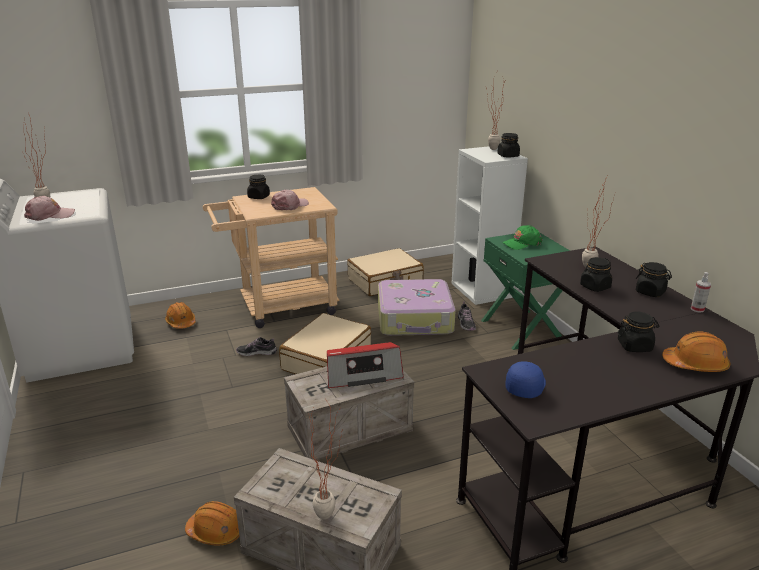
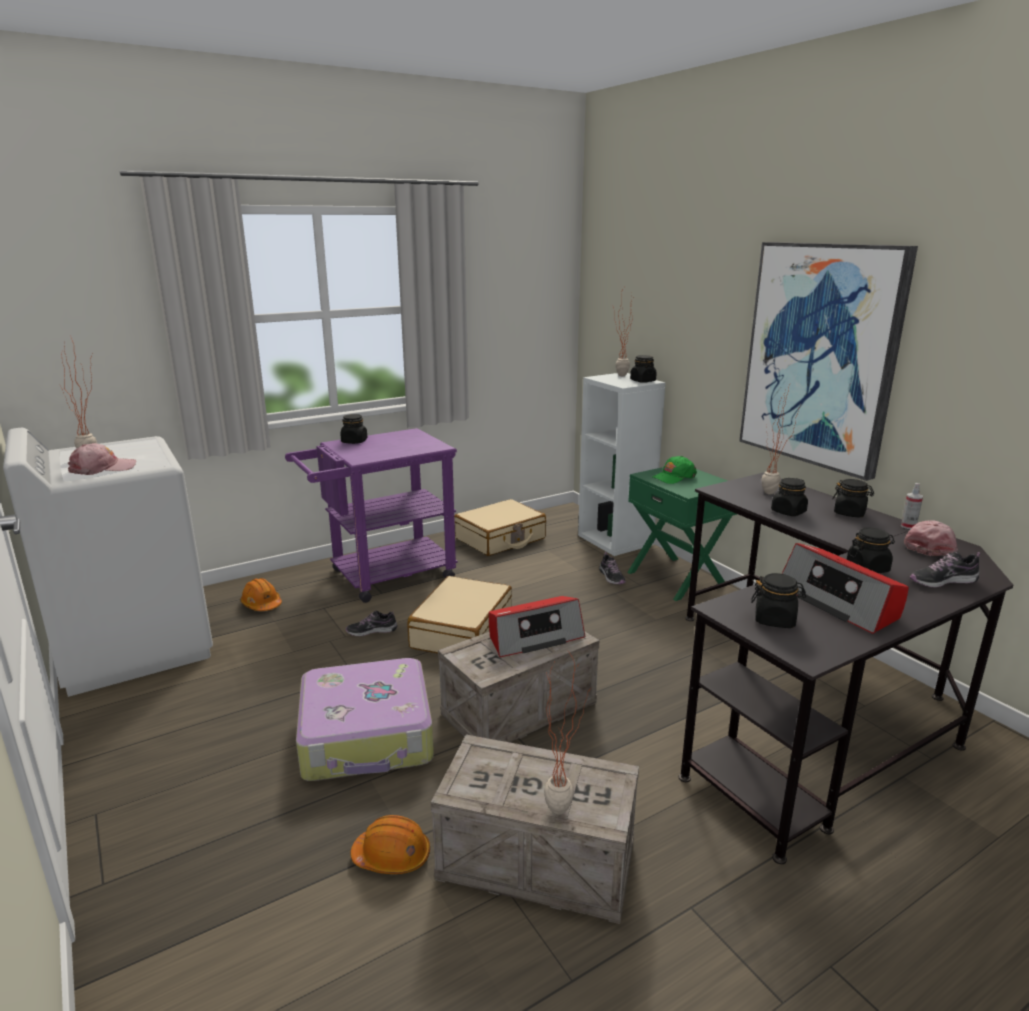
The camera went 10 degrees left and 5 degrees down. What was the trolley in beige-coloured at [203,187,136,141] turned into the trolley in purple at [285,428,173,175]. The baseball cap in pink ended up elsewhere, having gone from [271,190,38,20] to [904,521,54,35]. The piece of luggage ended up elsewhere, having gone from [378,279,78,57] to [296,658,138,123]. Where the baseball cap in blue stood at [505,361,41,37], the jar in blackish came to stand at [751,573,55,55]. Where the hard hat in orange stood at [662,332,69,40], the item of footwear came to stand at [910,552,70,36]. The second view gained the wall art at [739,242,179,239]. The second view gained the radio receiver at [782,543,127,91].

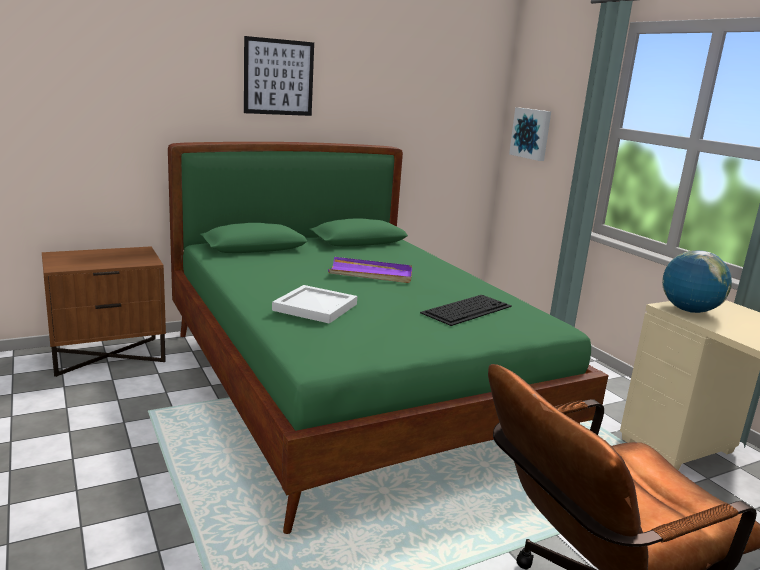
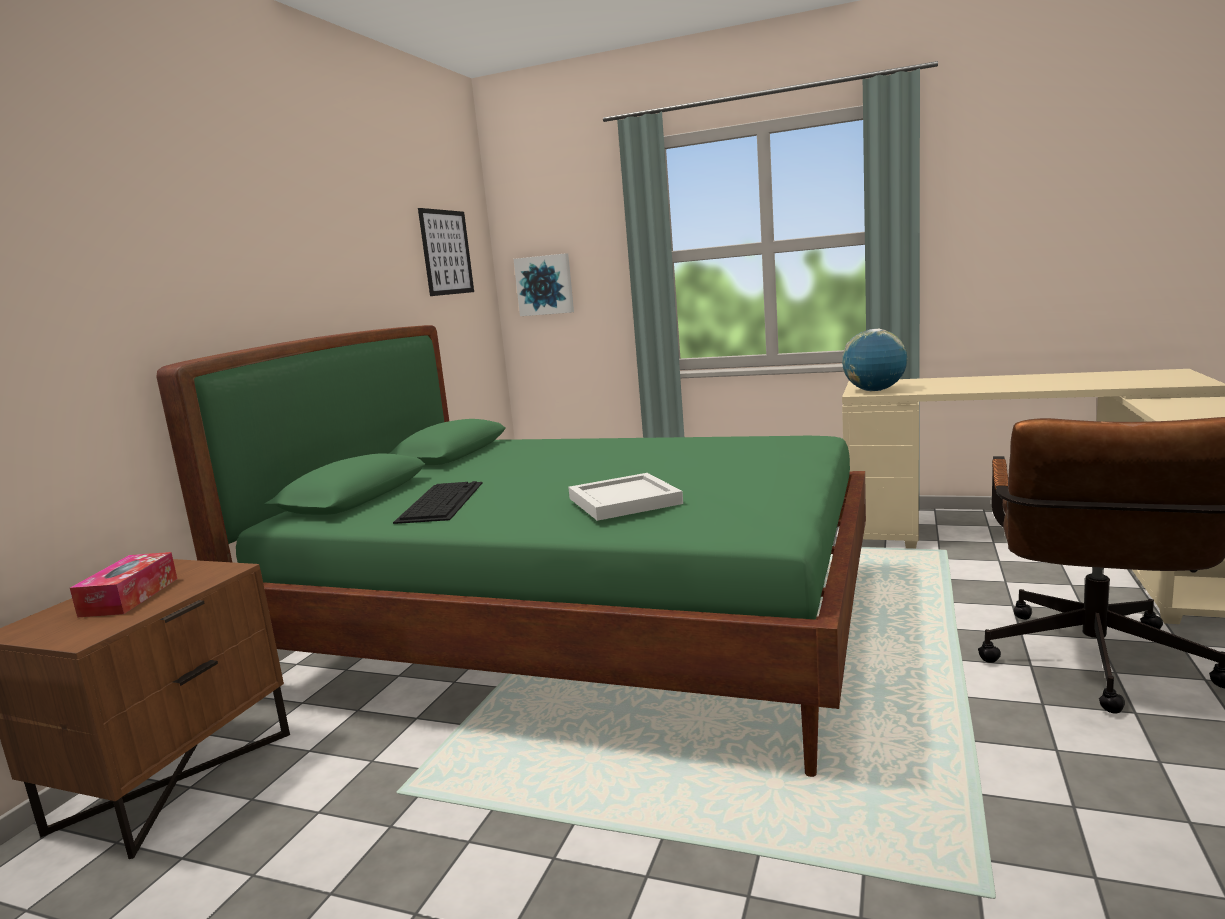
The camera went 40 degrees left and 5 degrees down. The wall art ended up elsewhere, having gone from [244,36,70,80] to [418,208,56,88]. The second view lost the tray in purple at [328,257,84,26]. The keyboard ended up elsewhere, having gone from [420,295,92,31] to [393,481,90,43]. The second view gained the tissue holder at [70,552,107,65].

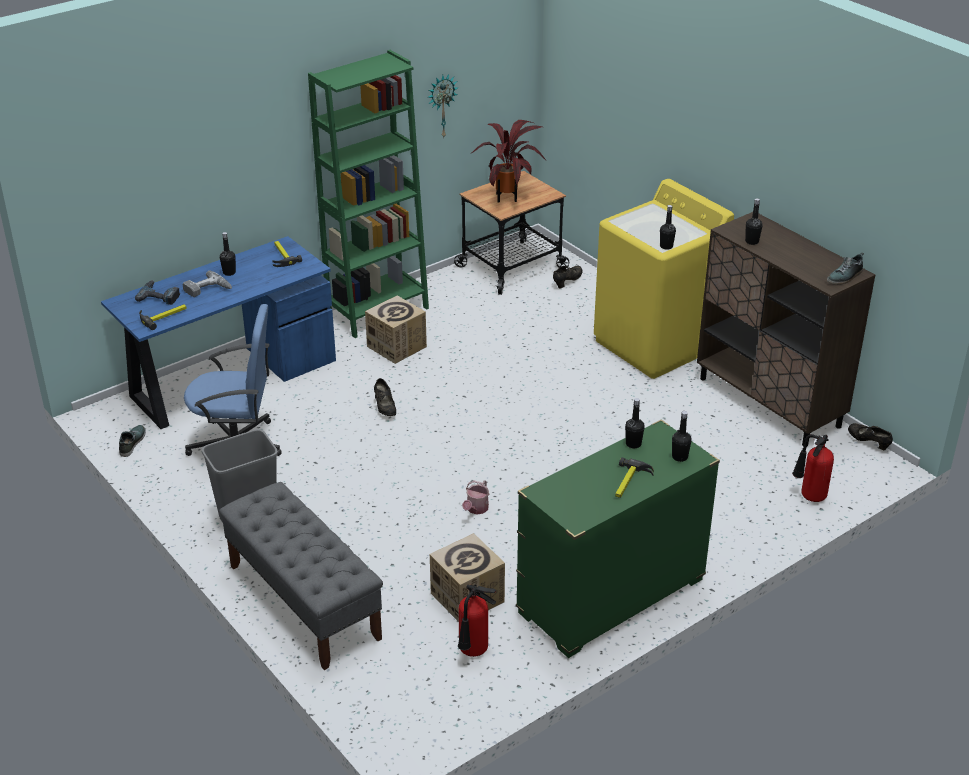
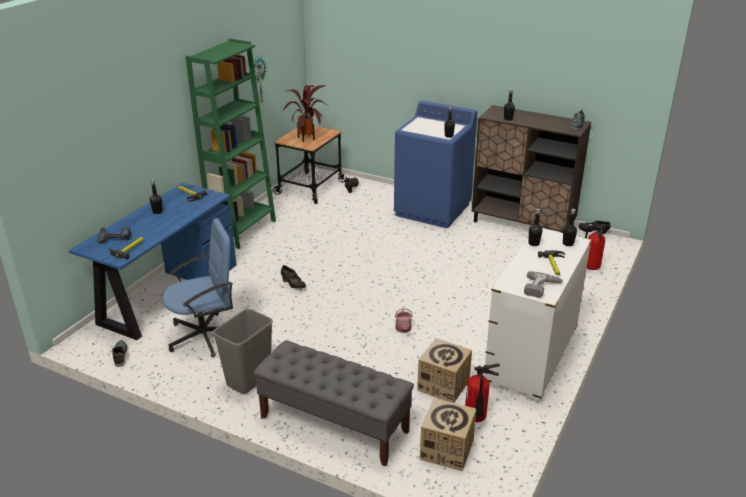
The camera went 25 degrees left and 5 degrees down. The drill ended up elsewhere, having gone from [183,270,49,27] to [524,271,39,27]. The carton ended up elsewhere, having gone from [365,295,62,69] to [420,398,56,73]. What was the chest of drawers in green at [516,419,204,239] turned into the chest of drawers in white-coloured at [484,228,108,174]. What was the washing machine in yellow at [594,179,140,200] turned into the washing machine in blue at [394,101,83,127].

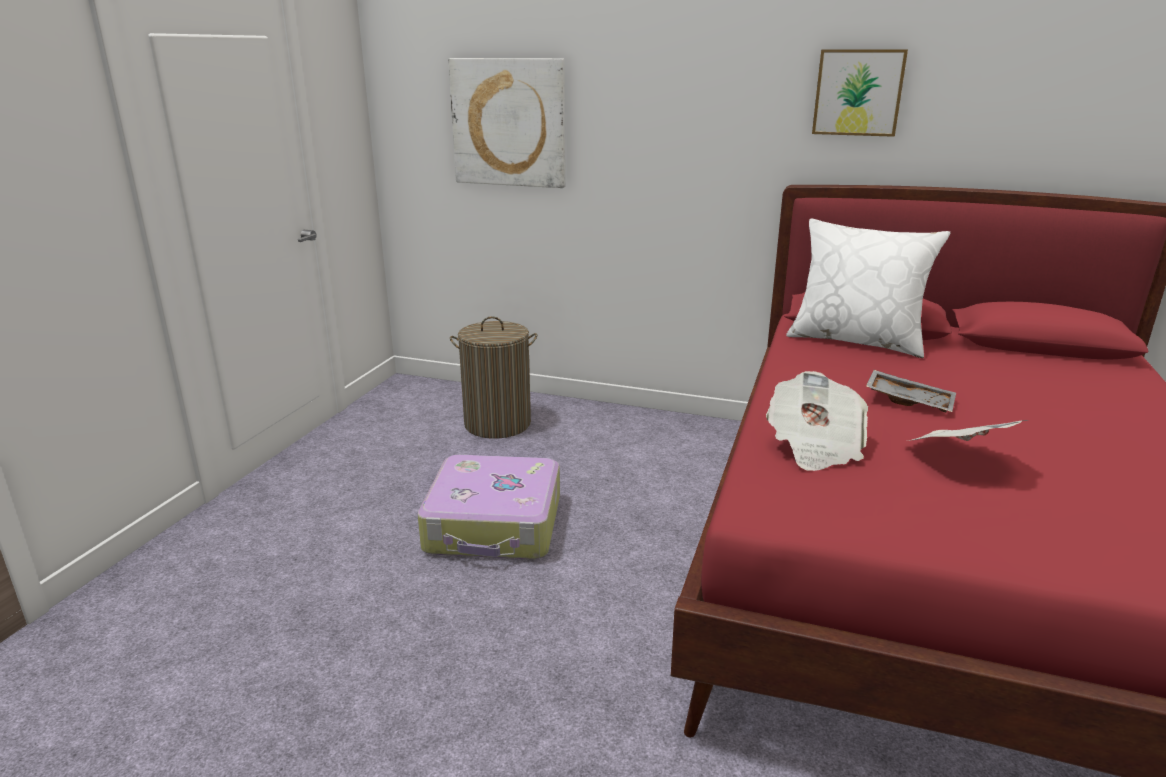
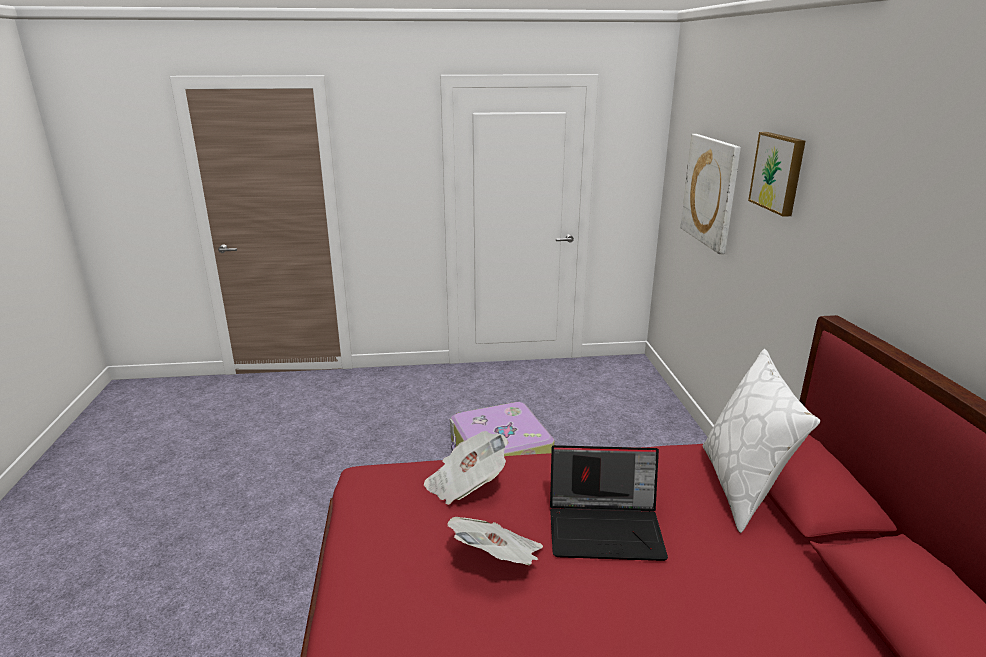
The camera went 65 degrees right and 0 degrees up. The second view lost the washing basket at [450,316,87,123]. The wall art ended up elsewhere, having gone from [812,49,96,88] to [748,132,57,85]. Where the tray in gray stood at [866,370,90,42], the laptop came to stand at [550,445,118,116].

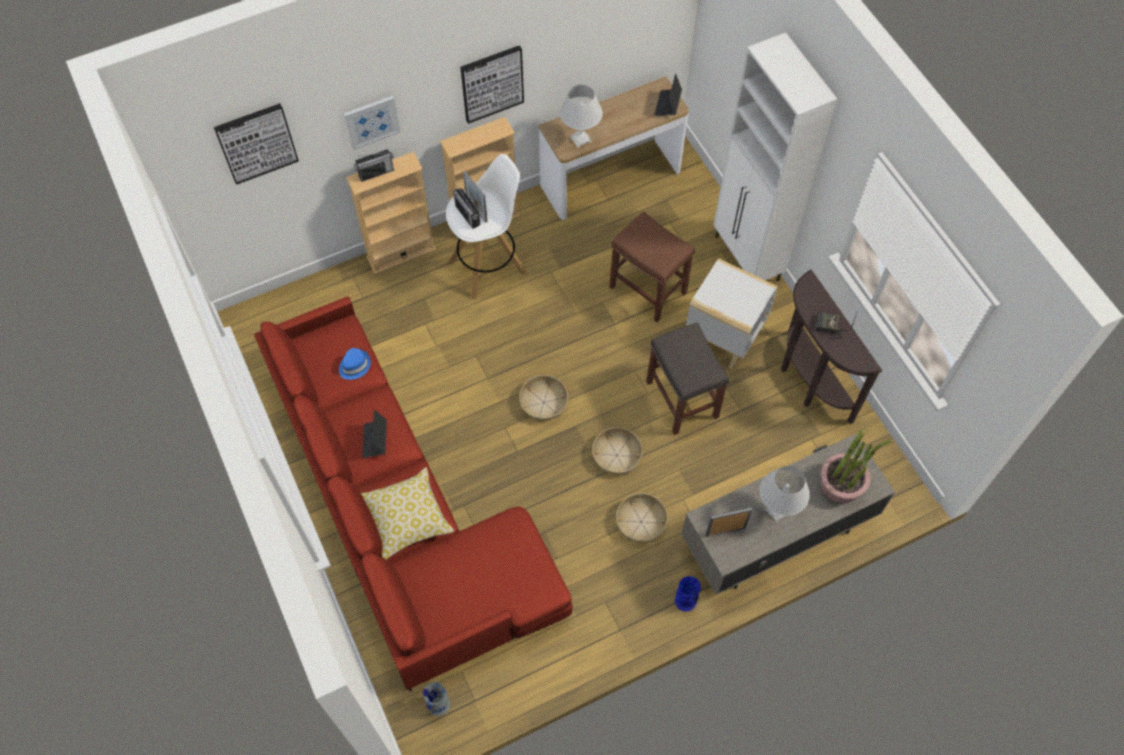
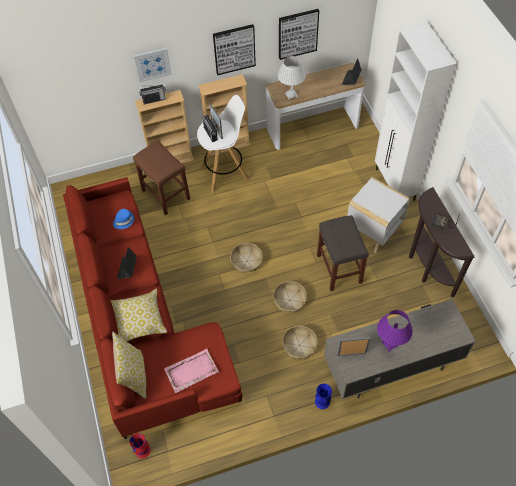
The camera went 10 degrees right and 5 degrees down. The wall art ended up elsewhere, having gone from [214,103,85,82] to [279,9,40,51]. What was the flower vase in gray at [423,682,27,34] turned into the flower vase in red-coloured at [129,433,22,25]. The stool in brownish ended up elsewhere, having gone from [610,211,85,111] to [133,141,57,74]. What was the table lamp in white-coloured at [759,466,51,56] turned into the table lamp in purple at [377,310,36,42]. The second view lost the potted plant at [821,430,71,73]. The second view gained the cushion at [112,332,34,67]. The second view gained the tray in pink at [164,348,55,45].

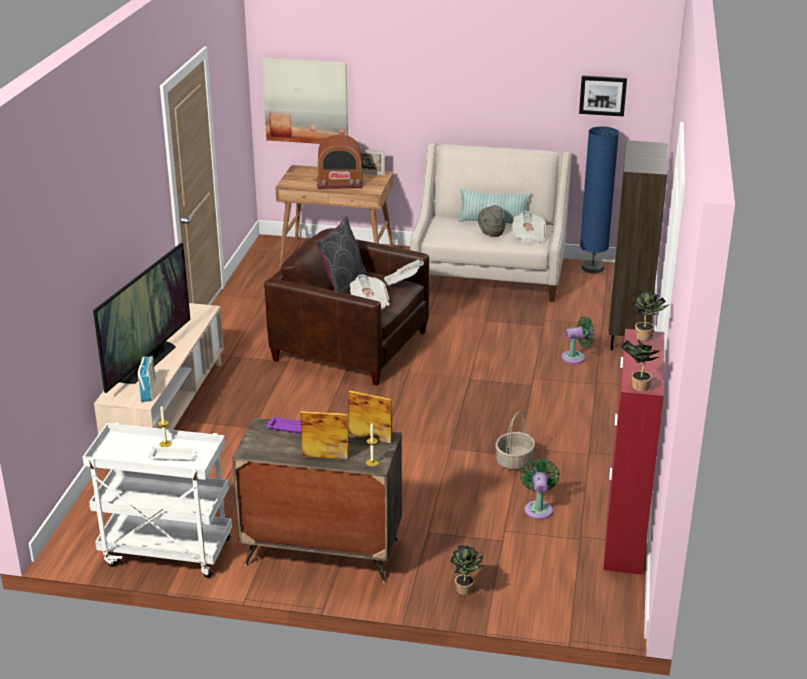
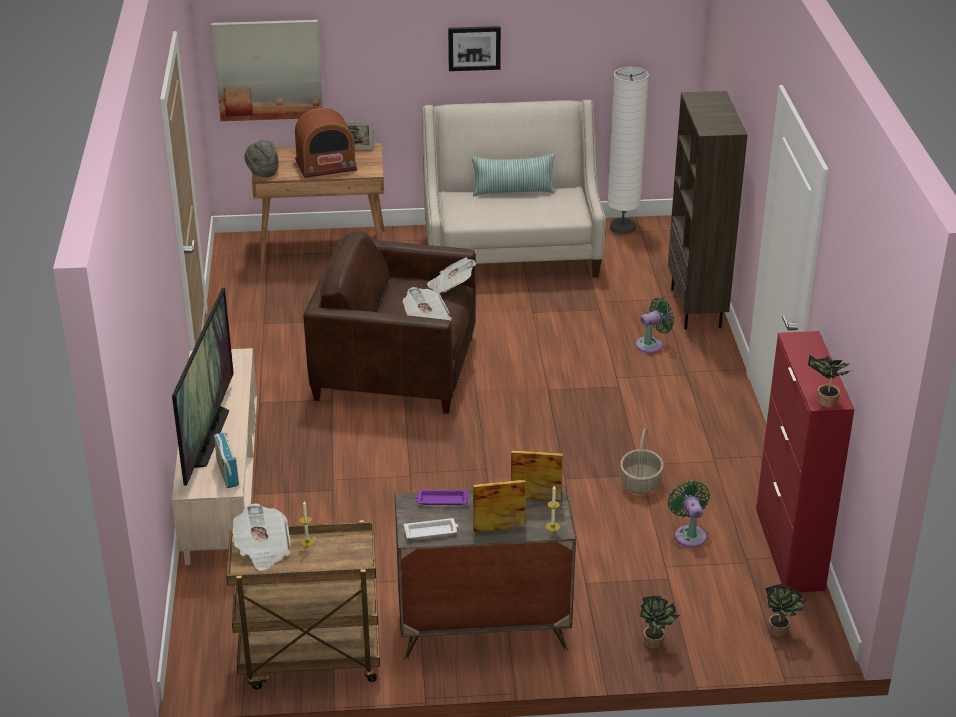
The camera went 15 degrees left and 5 degrees up. What was the trolley in white-coloured at [83,423,149,155] turned into the trolley in brownish at [226,520,154,169]. The tray in white-coloured ended up elsewhere, having gone from [148,446,49,15] to [404,518,54,21]. The second view lost the cushion in gray at [315,216,53,78]. The clothing hat in gray ended up elsewhere, having gone from [478,205,28,32] to [244,140,35,37]. The newspaper ended up elsewhere, having gone from [511,211,35,35] to [232,503,59,68]. The wall art ended up elsewhere, having gone from [579,75,48,41] to [448,26,53,45]. What was the standing lamp in blue at [580,126,39,147] turned into the standing lamp in white-coloured at [607,67,42,167]. The potted plant ended up elsewhere, having gone from [633,291,37,50] to [765,584,43,53].

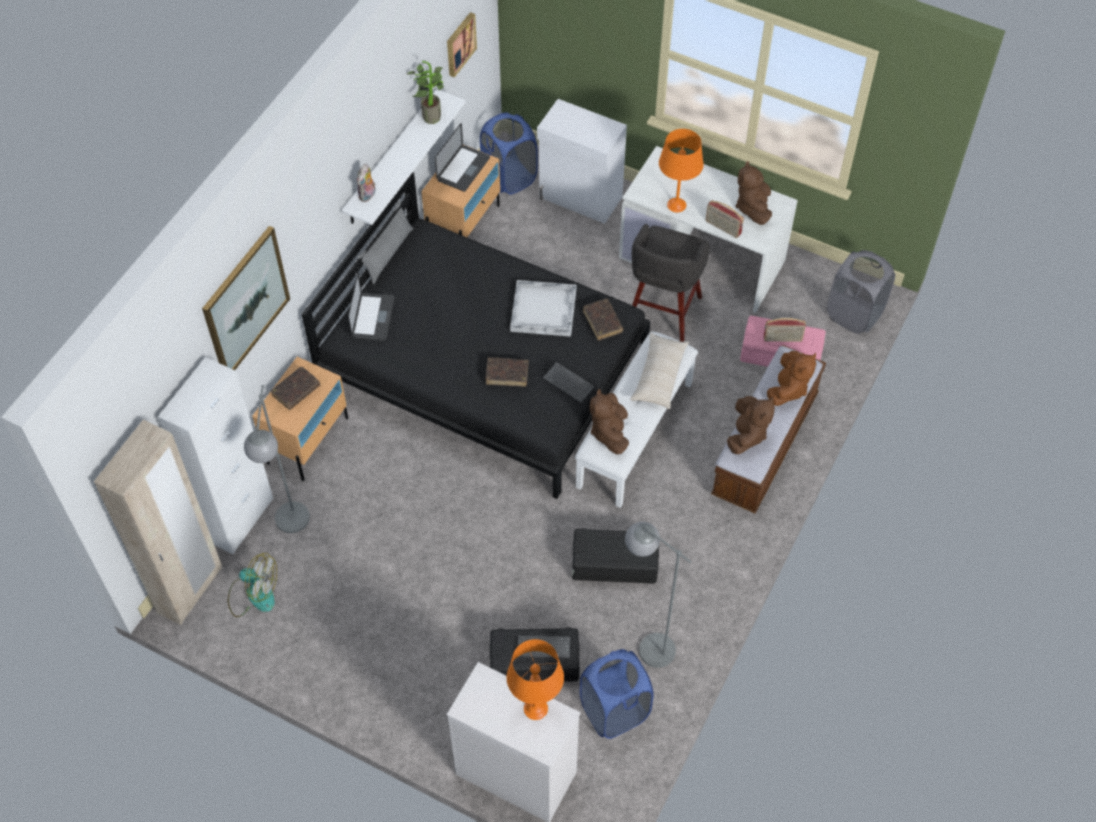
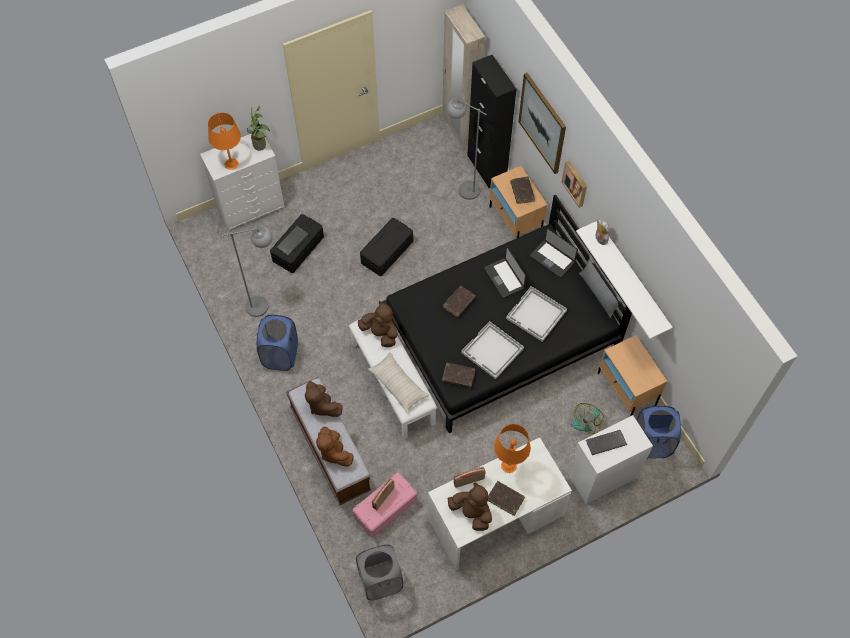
The camera went 125 degrees right and 5 degrees up. What was the storage cabinet in white-coloured at [158,357,116,197] turned into the storage cabinet in blackish at [467,55,49,133]. The cooling fan ended up elsewhere, having gone from [228,553,49,64] to [571,403,33,31]. The potted plant ended up elsewhere, having gone from [407,61,37,63] to [247,106,23,45]. The laptop ended up elsewhere, having gone from [435,123,55,69] to [484,246,42,52]. The wall art ended up elsewhere, having gone from [447,12,30,66] to [561,161,26,47]. The keyboard ended up elsewhere, having gone from [543,362,52,41] to [586,430,41,25]. The storage container in blackish ended up elsewhere, having gone from [572,528,87,56] to [360,218,53,58]. The washing basket in blue ended up elsewhere, having gone from [580,649,74,90] to [257,315,41,56]. The second view lost the stool in gray at [632,224,77,118]. The second view gained the book in brownish at [488,481,37,35]. The second view gained the tray in white-coloured at [506,286,61,56].

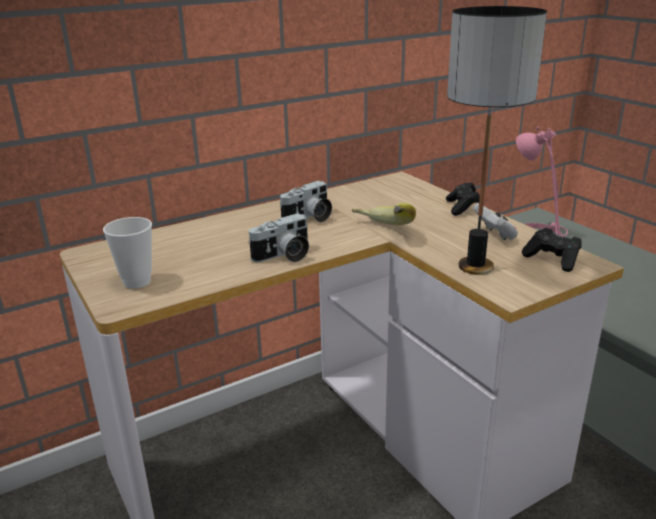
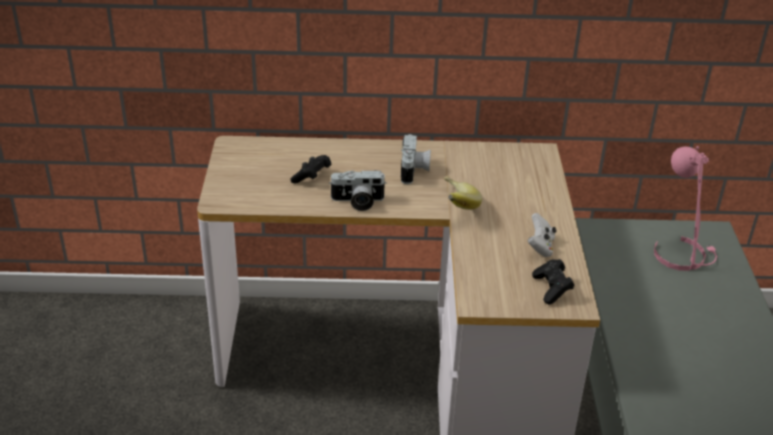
The camera went 30 degrees right and 10 degrees up. The second view lost the drinking cup at [103,217,49,72]. The photo camera at [280,181,52,41] ended up facing another way, 75 degrees counterclockwise from before. The game controller in blackish ended up elsewhere, having gone from [446,182,34,34] to [290,155,41,29]. The second view lost the table lamp at [447,6,100,269].

